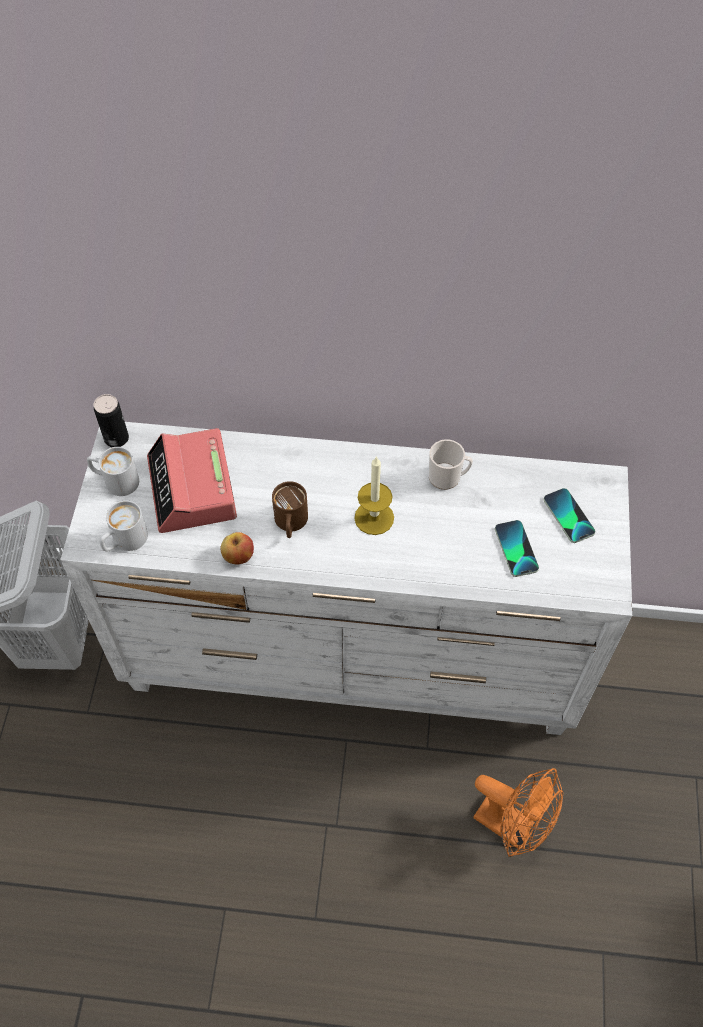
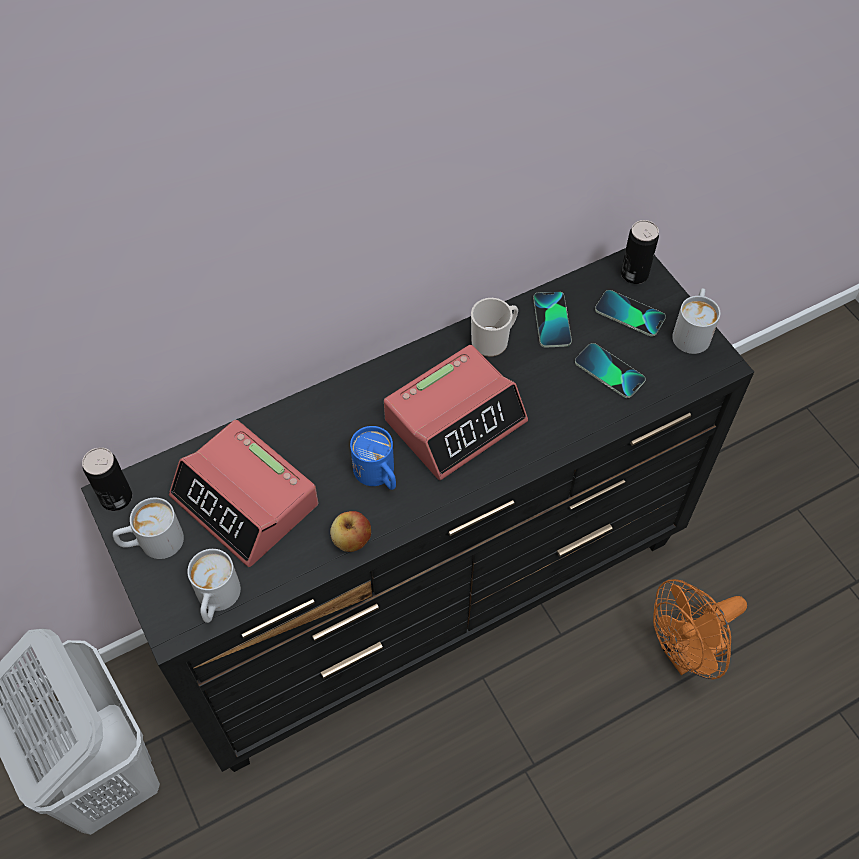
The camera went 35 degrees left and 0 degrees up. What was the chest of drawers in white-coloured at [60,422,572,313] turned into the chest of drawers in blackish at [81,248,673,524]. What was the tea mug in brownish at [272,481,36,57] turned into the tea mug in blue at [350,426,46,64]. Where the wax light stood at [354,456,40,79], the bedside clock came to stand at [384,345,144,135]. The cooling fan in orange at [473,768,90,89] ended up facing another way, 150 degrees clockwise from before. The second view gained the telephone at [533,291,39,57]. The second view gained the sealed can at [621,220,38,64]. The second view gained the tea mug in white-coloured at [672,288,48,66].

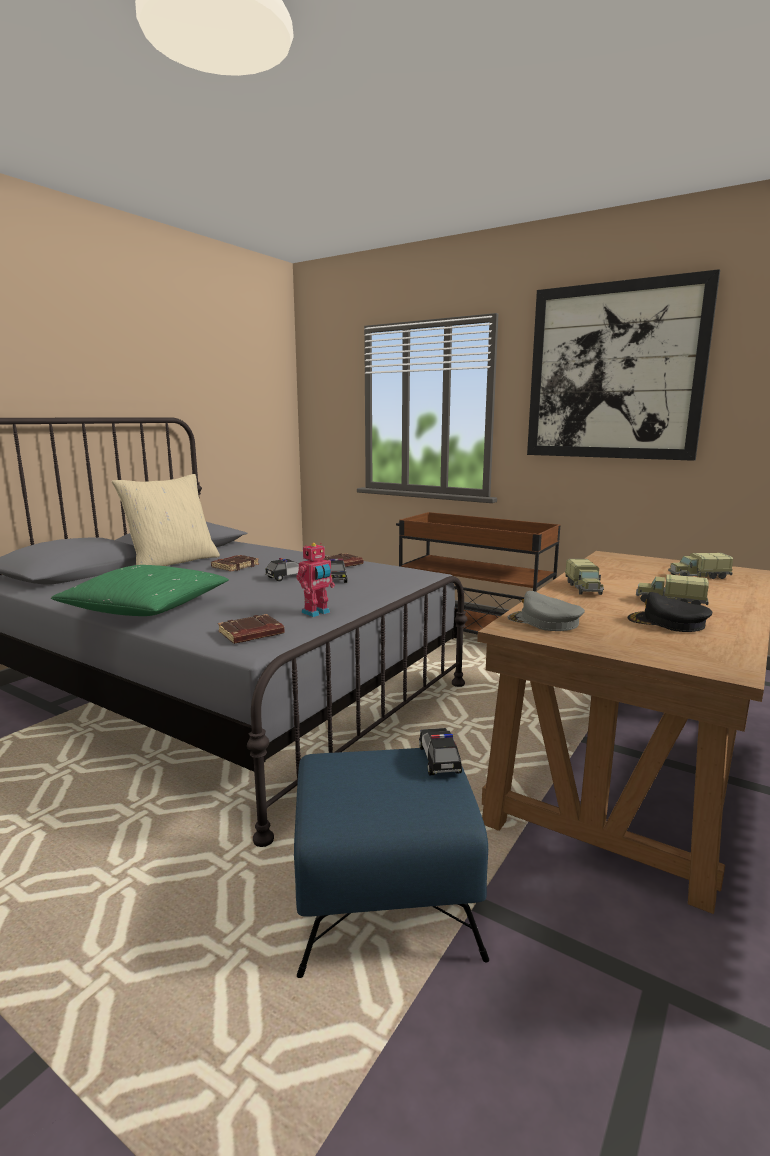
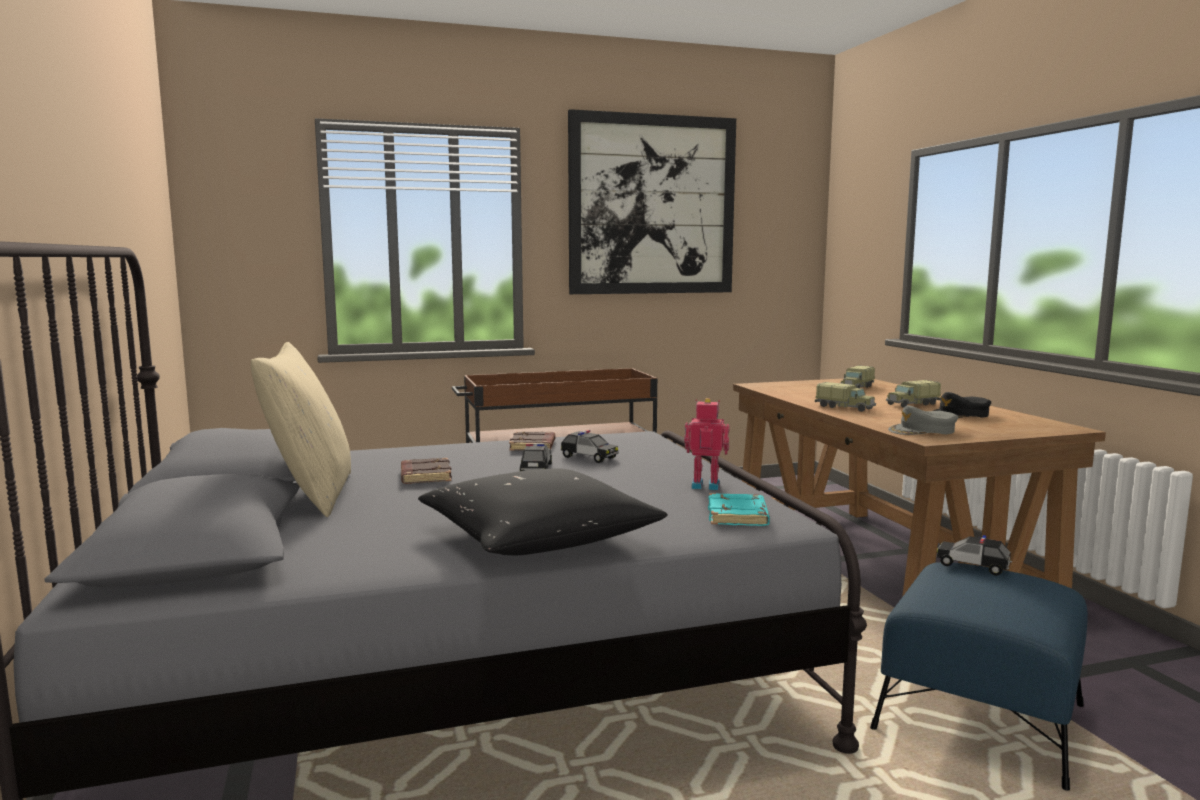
The camera went 50 degrees left and 5 degrees down. What was the cushion in green at [51,565,178,51] turned into the cushion in blackish at [418,468,250,87]. What was the book in brownish at [218,614,66,30] turned into the book in blue-green at [708,493,62,33]. The model robot at [296,543,39,74] ended up facing another way, 75 degrees counterclockwise from before.

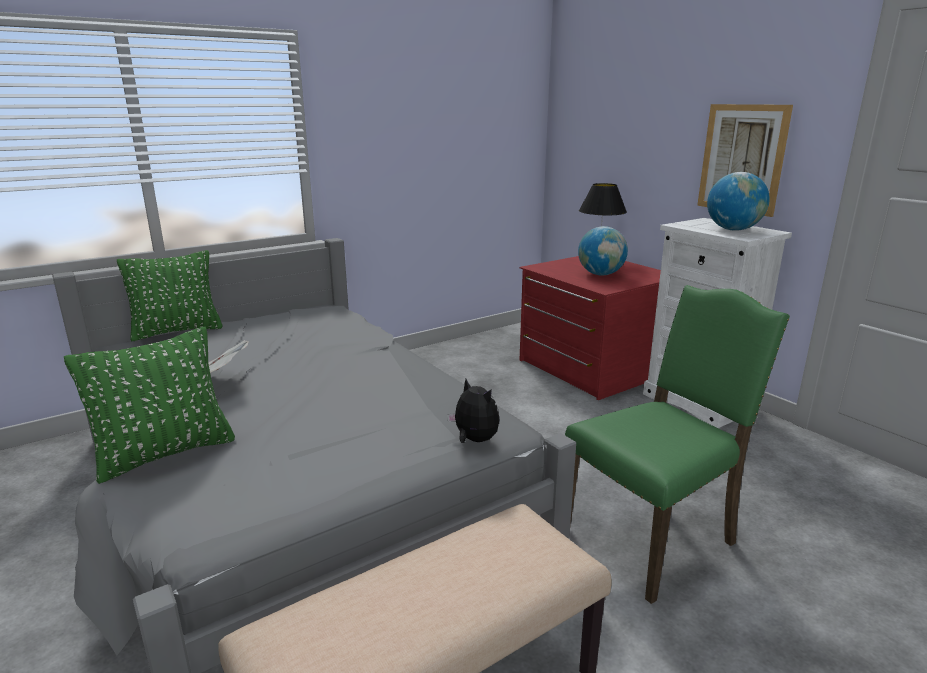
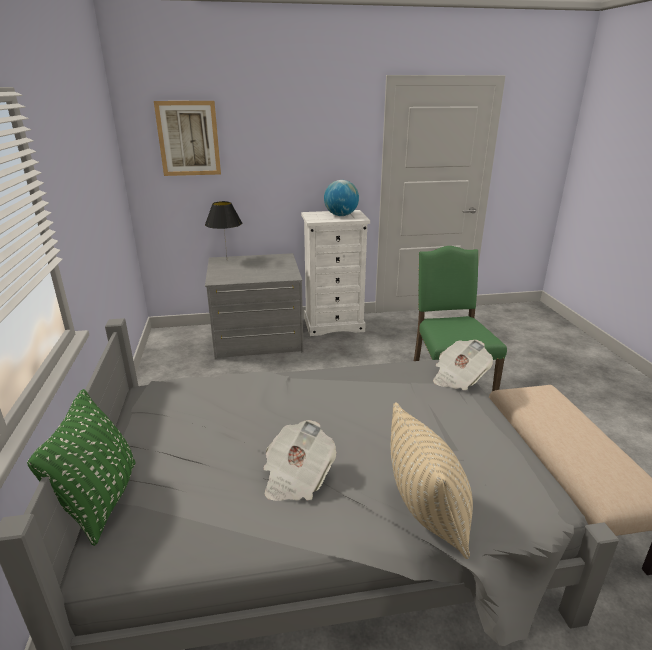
The camera went 65 degrees left and 5 degrees up. What was the cushion in green at [64,327,171,157] turned into the cushion in beige-coloured at [391,403,82,156]. Where the plush toy stood at [447,379,53,64], the newspaper came to stand at [433,340,60,50]. What was the chest of drawers in red-coloured at [520,256,141,144] turned into the chest of drawers in gray at [205,253,99,106]. The second view lost the desk globe at [578,226,50,49]. The wall art ended up elsewhere, having gone from [697,104,96,113] to [154,101,67,75].

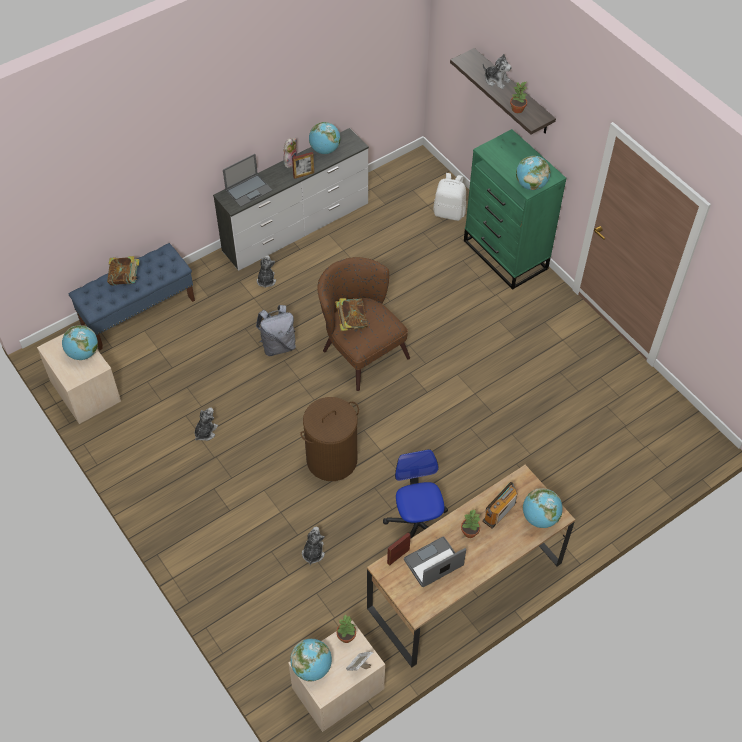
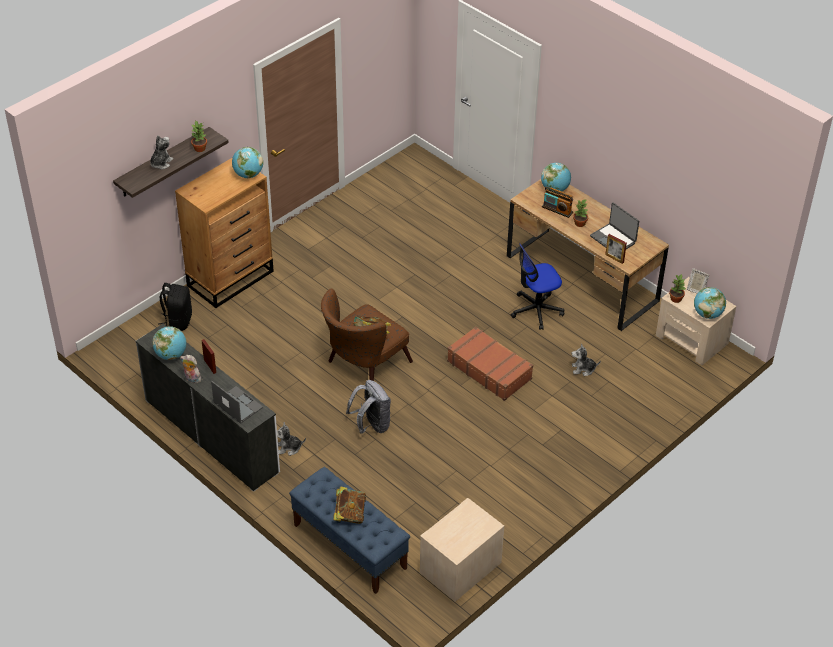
The camera went 100 degrees left and 10 degrees down. The second view lost the desk globe at [62,325,36,35]. The second view lost the plush toy at [195,408,23,33]. Where the washing basket in brownish stood at [300,397,59,84], the piece of luggage in brownish came to stand at [447,327,86,74]. What was the backpack in white-coloured at [433,173,33,48] turned into the backpack in blackish at [158,283,34,48]. What was the chest of drawers in green at [464,129,102,161] turned into the chest of drawers in brownish at [175,157,99,151].

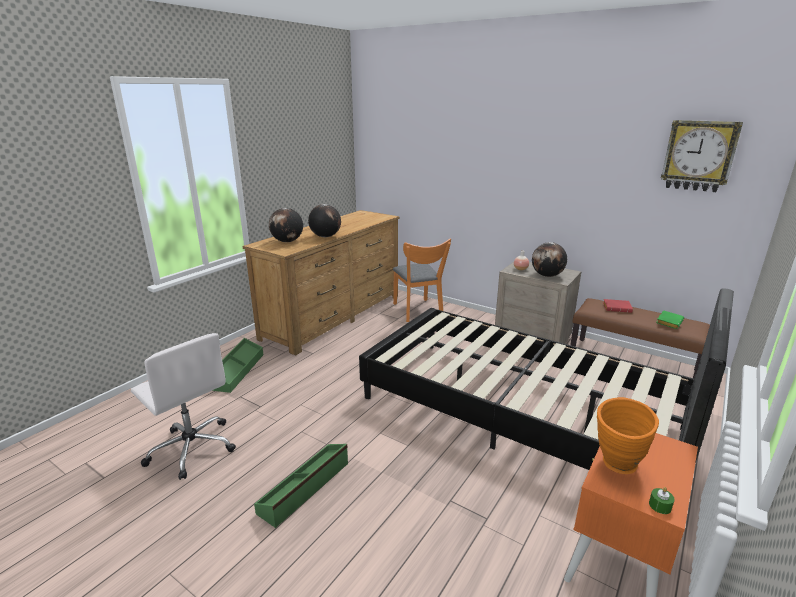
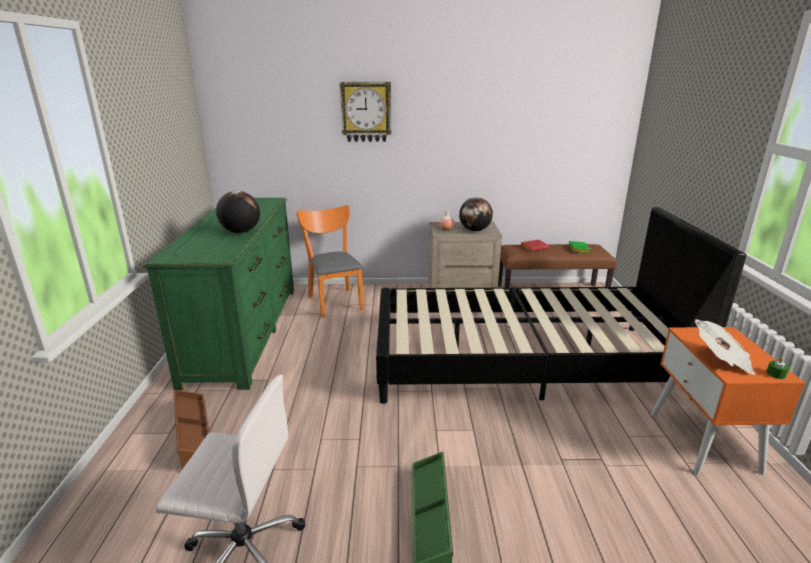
The camera went 35 degrees left and 0 degrees up. What was the storage container in green at [212,338,51,55] turned into the storage container in brownish at [173,390,37,79]. What was the chest of drawers in brownish at [243,210,156,145] turned into the chest of drawers in green at [144,198,150,192]. The second view lost the desk globe at [269,208,34,34]. The upright chair in orange at [393,239,58,83] ended up facing another way, 150 degrees counterclockwise from before. Where the flower vase in orange stood at [597,397,62,77], the newspaper came to stand at [695,319,61,56]. The hanging clock ended up elsewhere, having gone from [661,120,82,72] to [340,82,52,60].

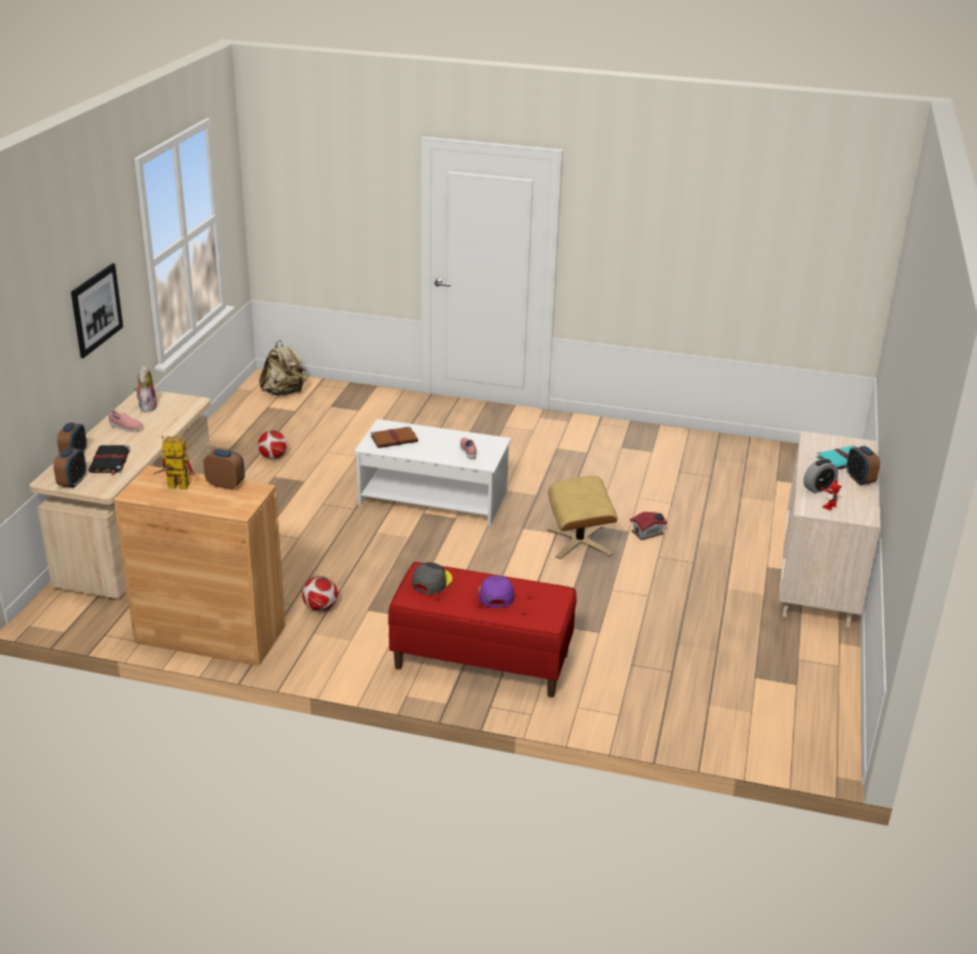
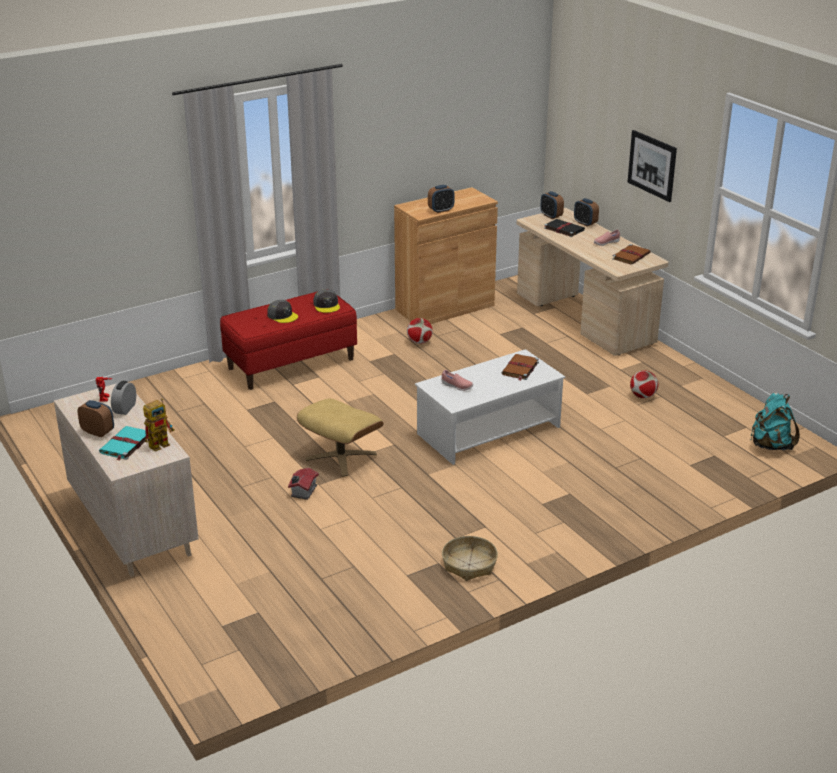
The camera went 135 degrees right and 0 degrees up. Where the plush toy stood at [135,366,22,46], the book in brownish came to stand at [612,244,39,21]. The model robot ended up elsewhere, having gone from [154,436,41,54] to [143,398,31,54]. What was the backpack in beige-coloured at [259,340,48,55] turned into the backpack in blue-green at [750,393,50,57]. What was the baseball cap in purple at [479,575,35,33] turned into the baseball cap in gray at [267,300,31,23]. The second view gained the household basket at [442,536,56,45].

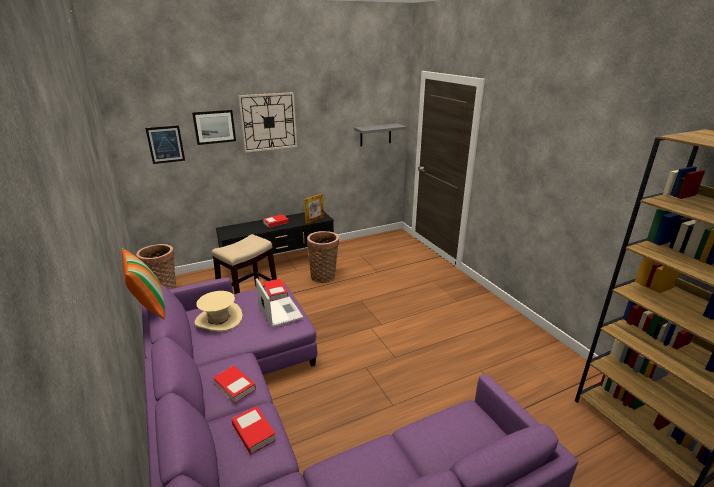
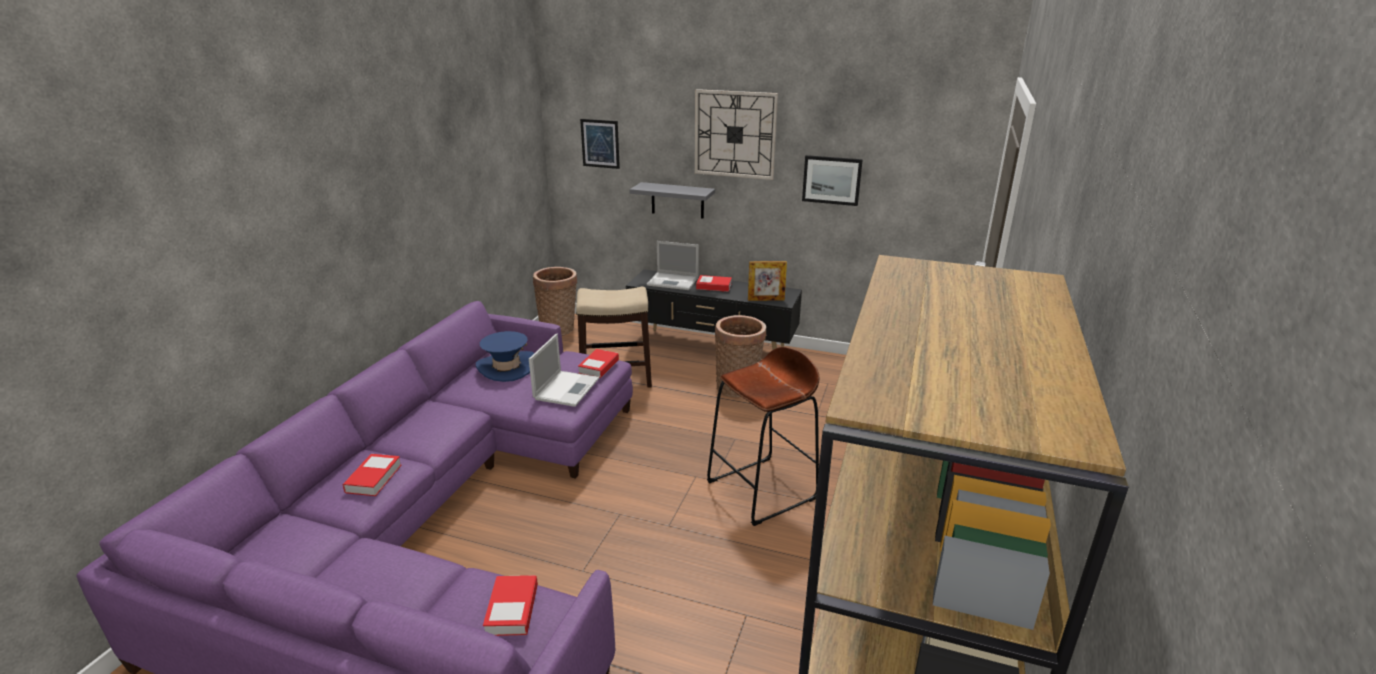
The camera went 45 degrees right and 0 degrees up. The second view lost the cushion at [122,247,43,72]. The wall art ended up elsewhere, having gone from [192,110,44,35] to [802,155,61,51]. What was the clothing hat in beige-coloured at [194,291,49,40] turned into the clothing hat in blue at [476,331,58,51]. The book ended up elsewhere, having gone from [213,366,43,38] to [483,575,55,61]. The shelf in gray ended up elsewhere, having gone from [354,123,53,23] to [630,182,85,37]. The second view gained the laptop at [647,241,52,49]. The second view gained the stool in brownish at [707,347,112,179].

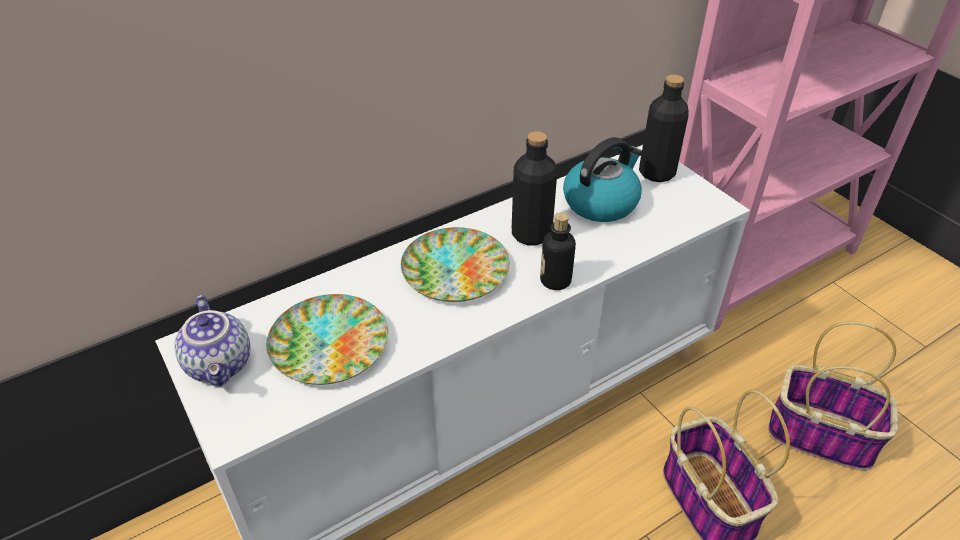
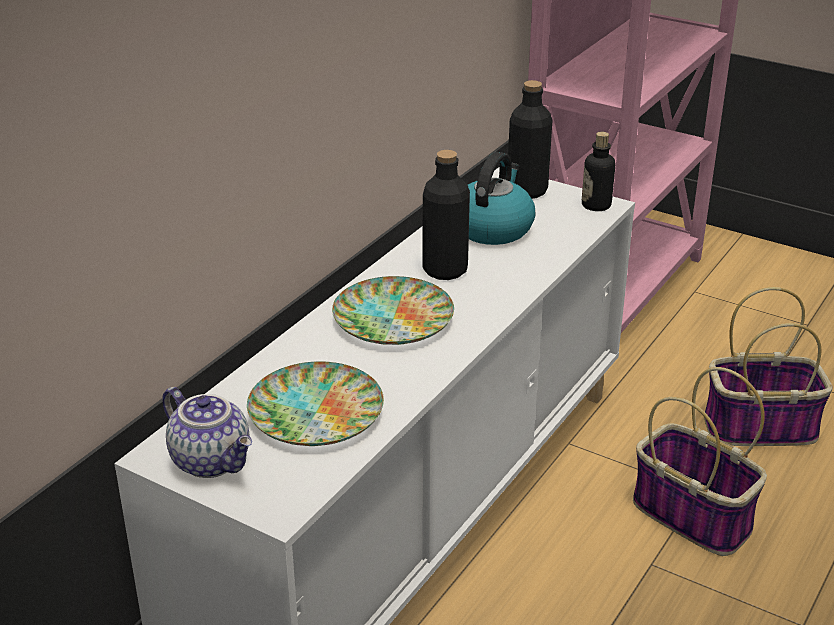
The camera went 25 degrees left and 10 degrees down. The drink bottle ended up elsewhere, having gone from [540,213,36,77] to [582,132,33,79].

